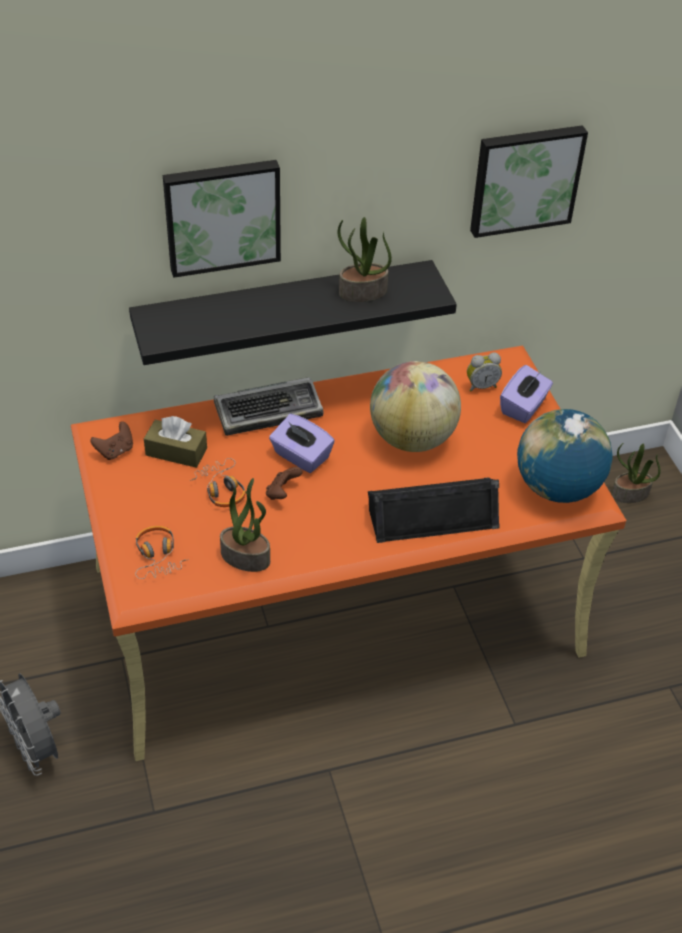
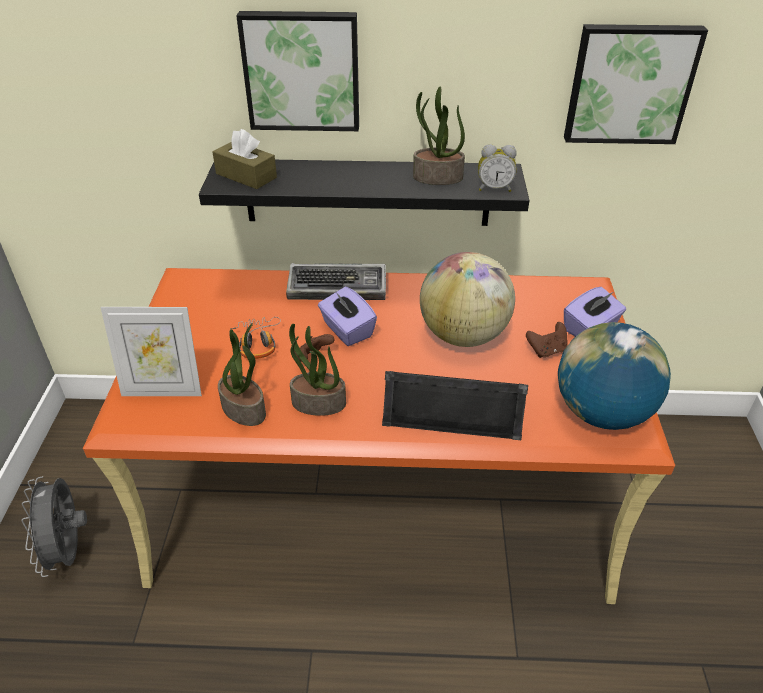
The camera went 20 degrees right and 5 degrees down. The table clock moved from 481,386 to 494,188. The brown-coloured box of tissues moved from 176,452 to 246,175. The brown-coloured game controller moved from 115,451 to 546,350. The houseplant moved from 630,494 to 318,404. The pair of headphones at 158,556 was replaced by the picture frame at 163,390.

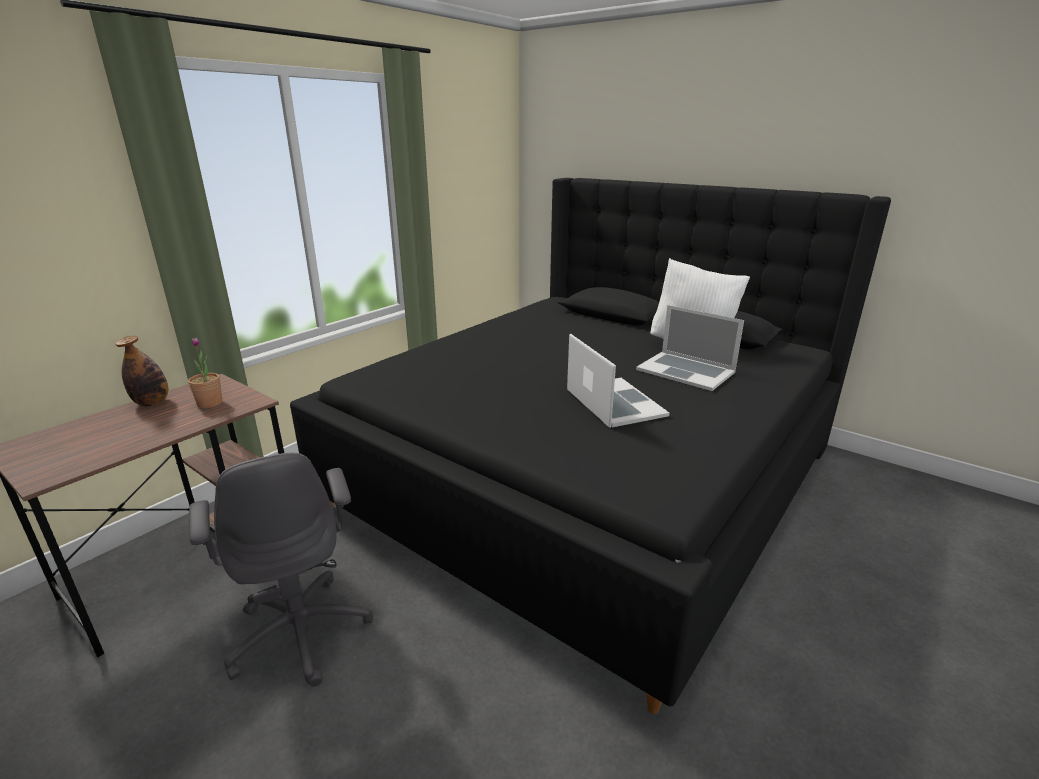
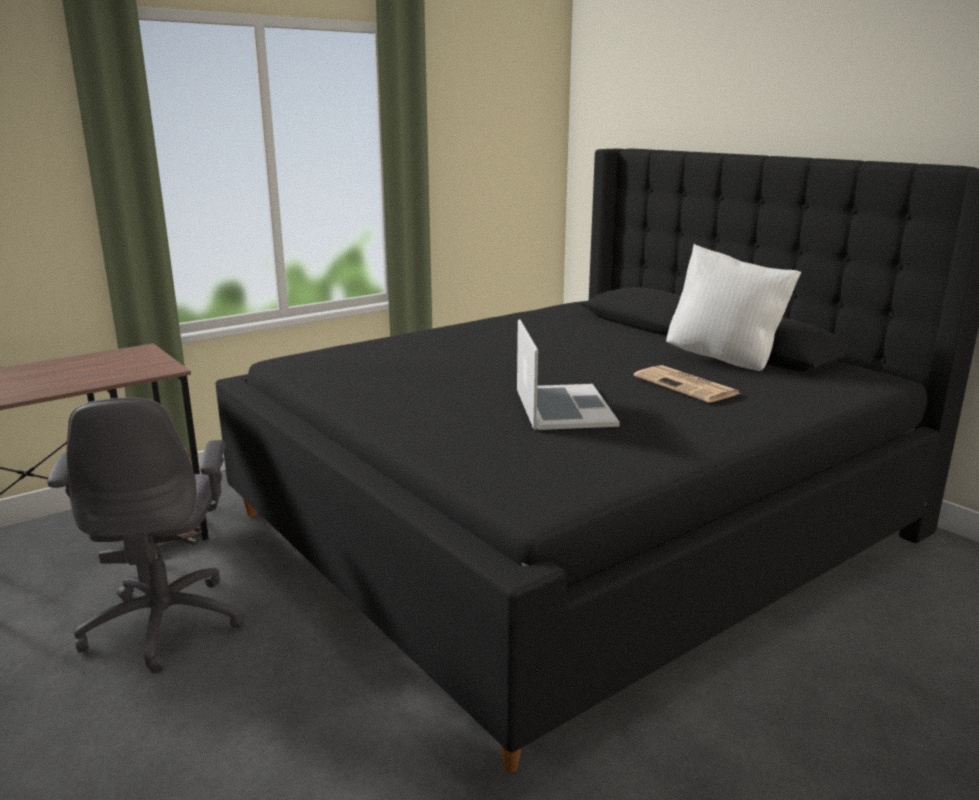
The camera went 15 degrees right and 5 degrees down. The portable computer at 686,371 was replaced by the newspaper at 687,385. The beverage bottle at 152,403 disappeared. The houseplant at 210,403 disappeared.

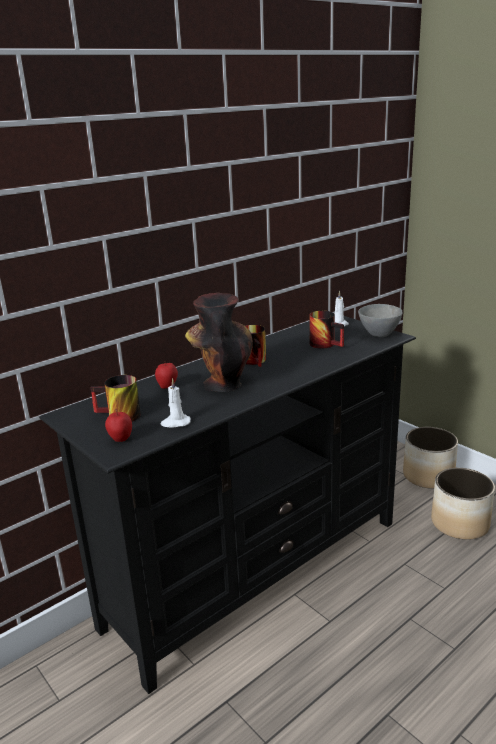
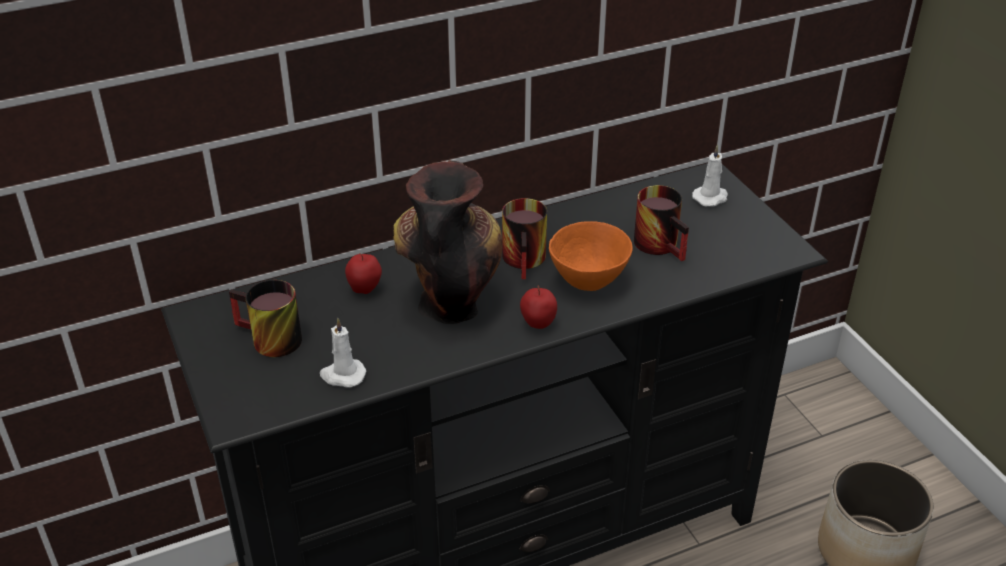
The camera went 15 degrees right and 15 degrees up. The greyish bowl at 378,334 disappeared. The apple fruit moved from 121,440 to 538,325. The flower pot at 428,476 disappeared. The orangey bowl at 588,282 appeared.

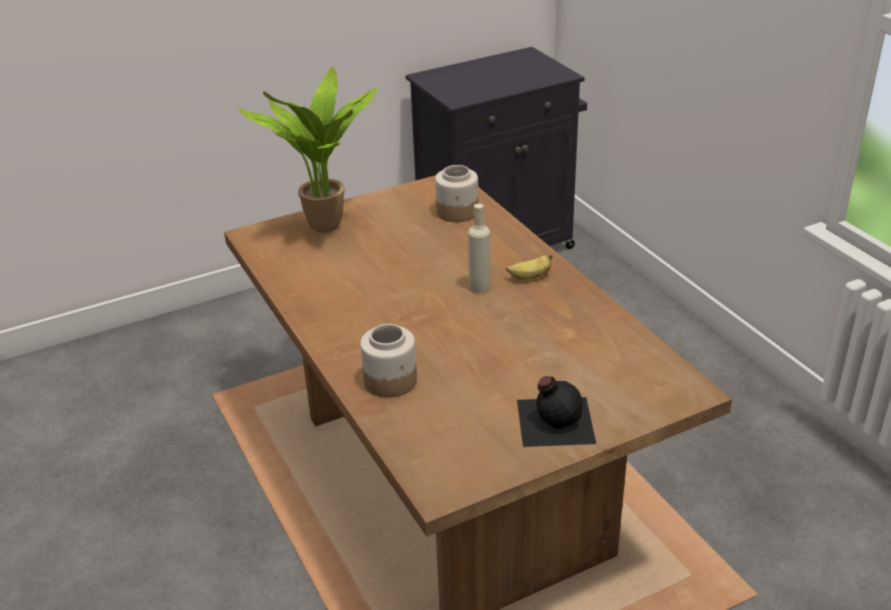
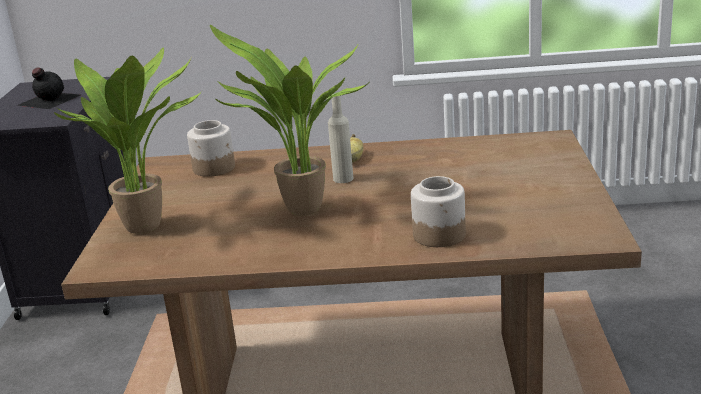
The camera went 60 degrees left and 10 degrees down. The black beverage bottle moved from 554,420 to 48,100. The houseplant at 300,212 appeared.

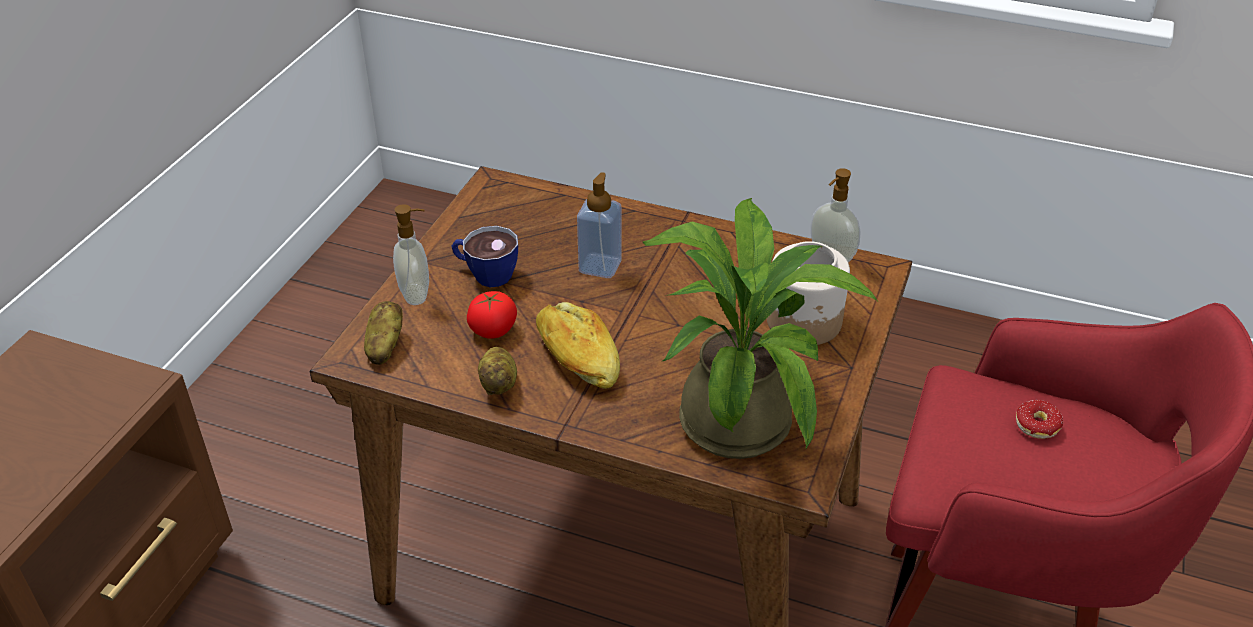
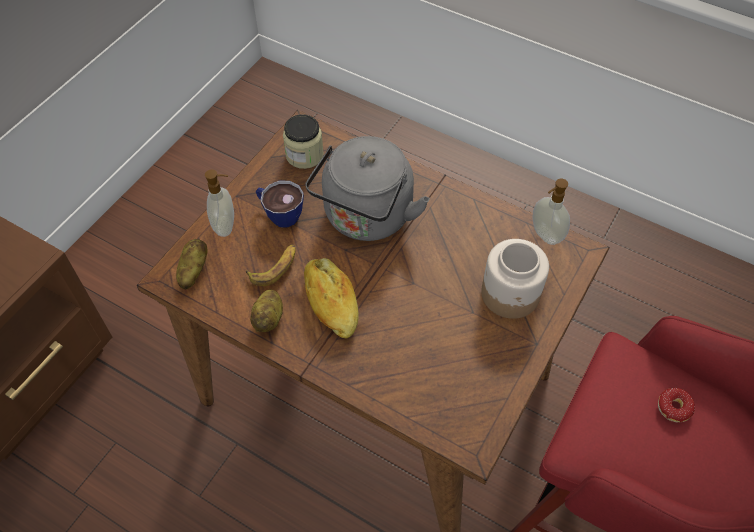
The camera went 10 degrees right and 15 degrees up. The soap bottle at 600,266 was replaced by the greyish kettle at 366,218. The houseplant at 739,413 disappeared. The fresh tomato at 493,330 was replaced by the banana fruit at 275,267. The storage jar at 304,155 appeared.

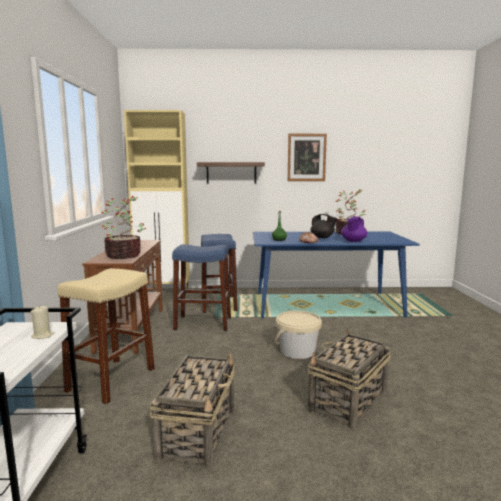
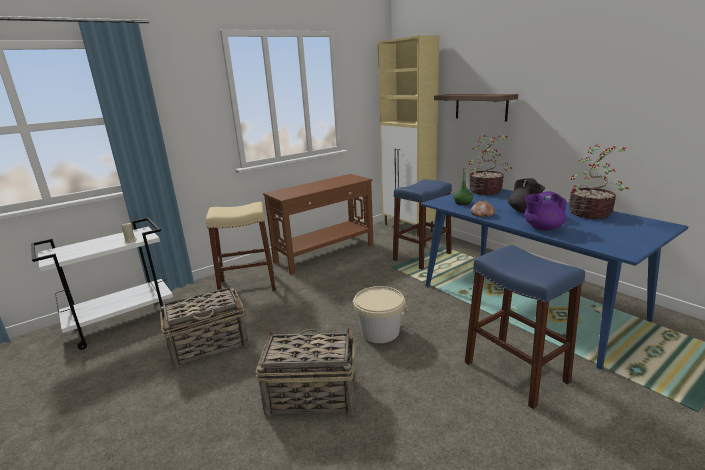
The camera went 55 degrees right and 10 degrees up. The wall picture at 306,157 disappeared. The houseplant moved from 124,255 to 486,191. The bluish stool seat moved from 203,323 to 515,371.

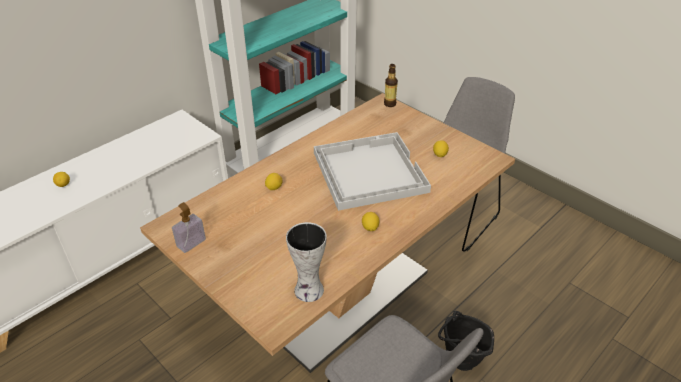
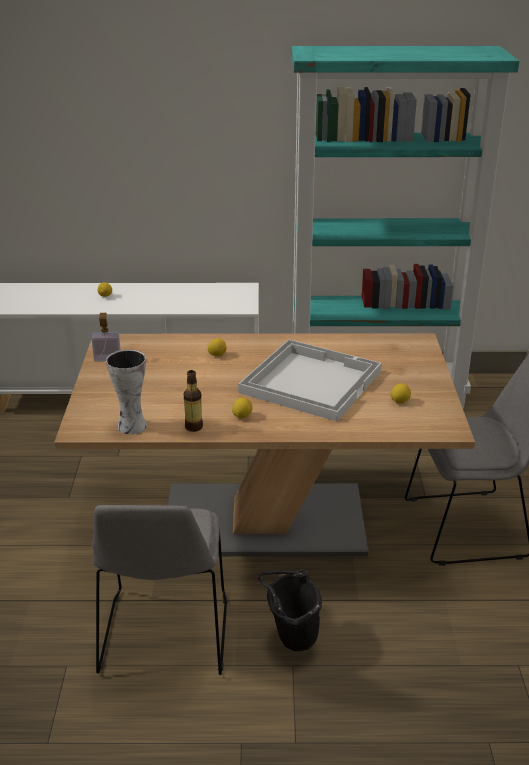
The camera went 45 degrees right and 10 degrees down. The beverage bottle moved from 389,104 to 193,427.

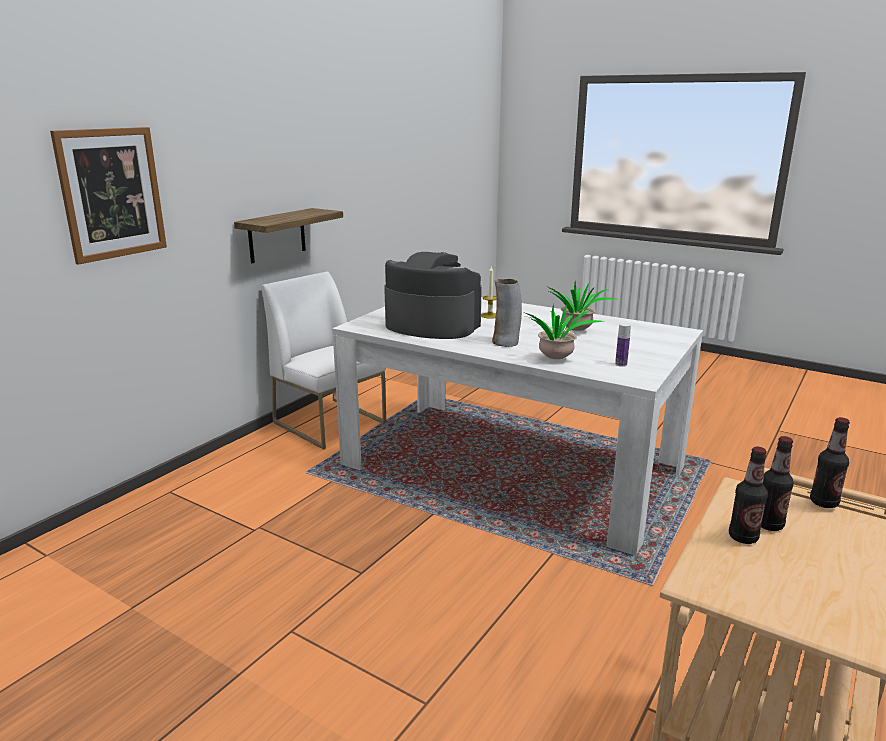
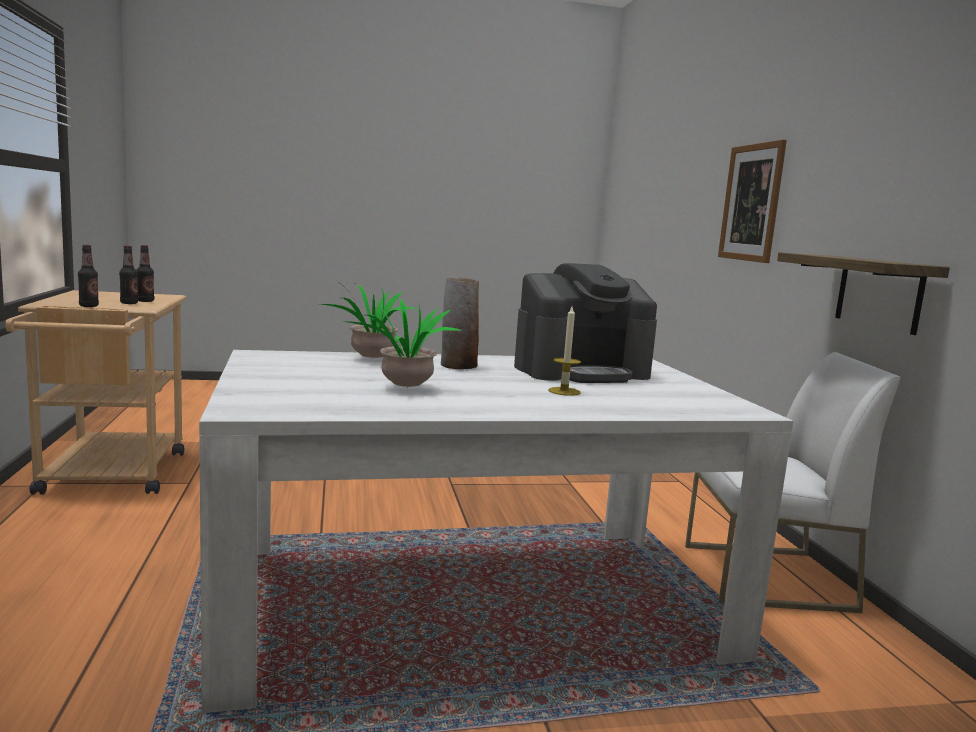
The camera went 135 degrees right and 10 degrees down. The beverage bottle at 621,364 disappeared.

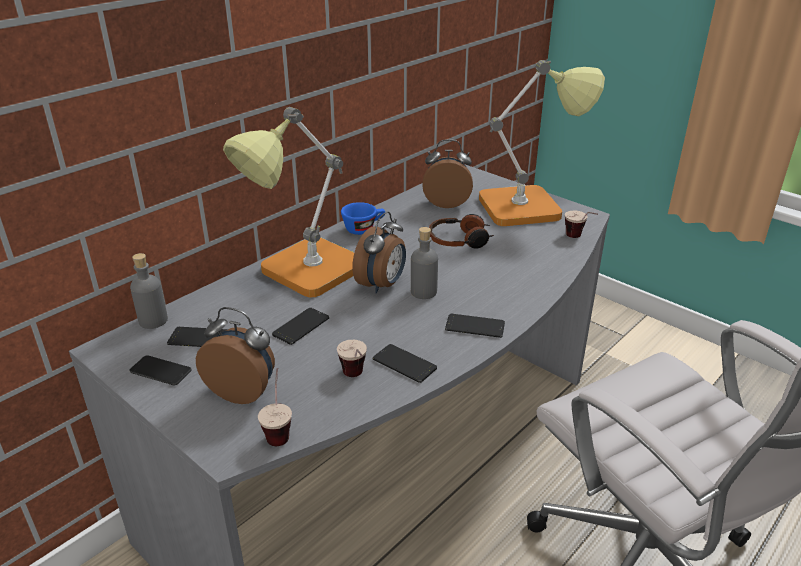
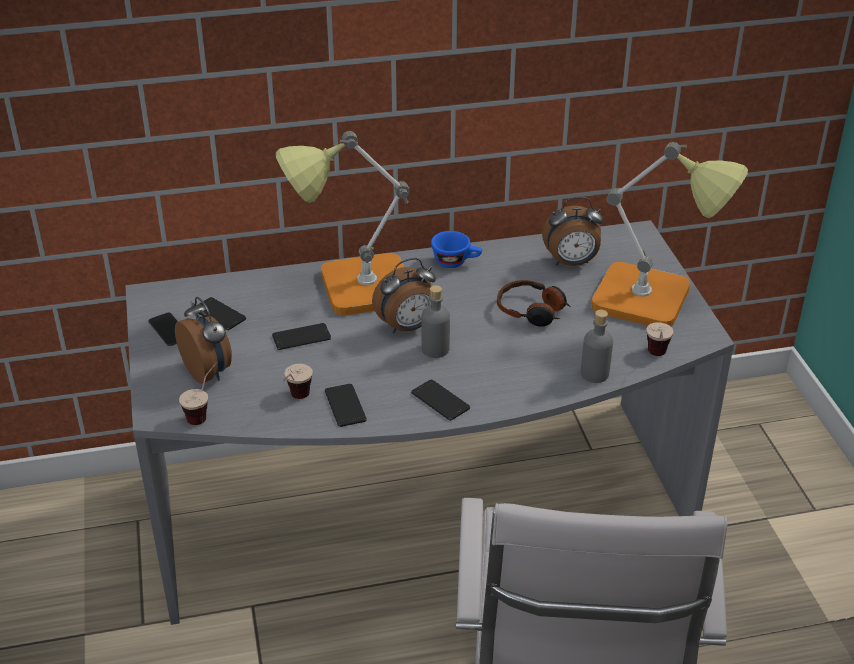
The camera went 35 degrees right and 5 degrees up. The table clock at 446,202 turned 135 degrees clockwise. The greyish beverage bottle moved from 153,320 to 594,374.

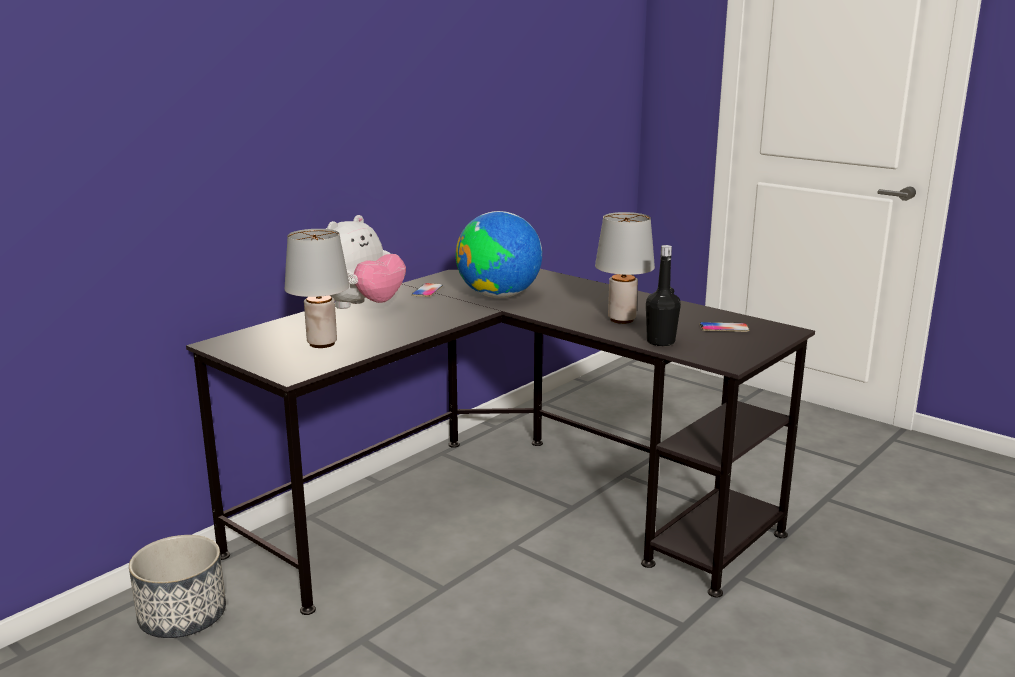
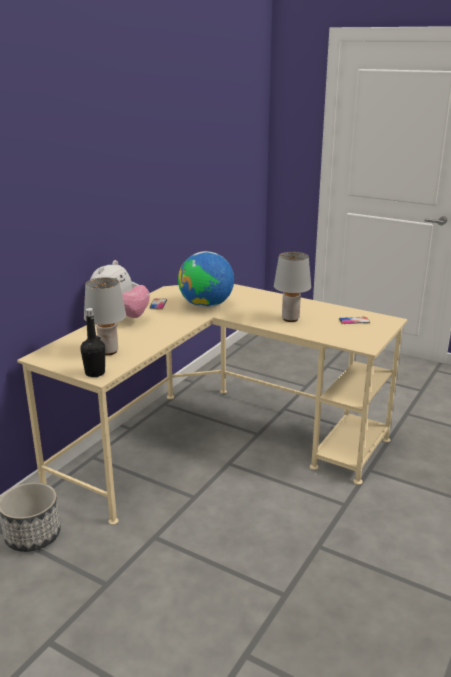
The camera went 10 degrees left and 5 degrees up. The black beverage bottle moved from 660,342 to 95,373. The black desk at 503,512 became the sand-coloured desk at 216,441.

